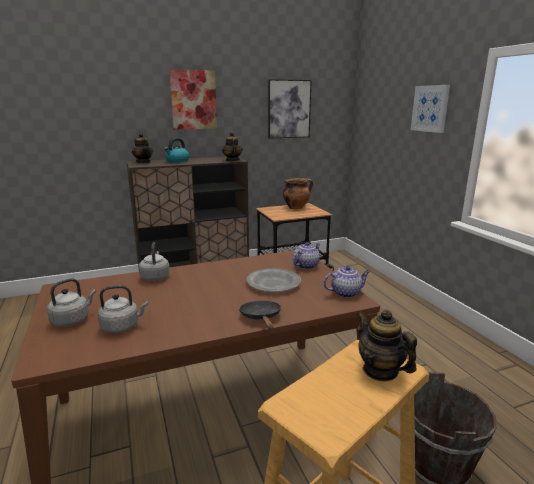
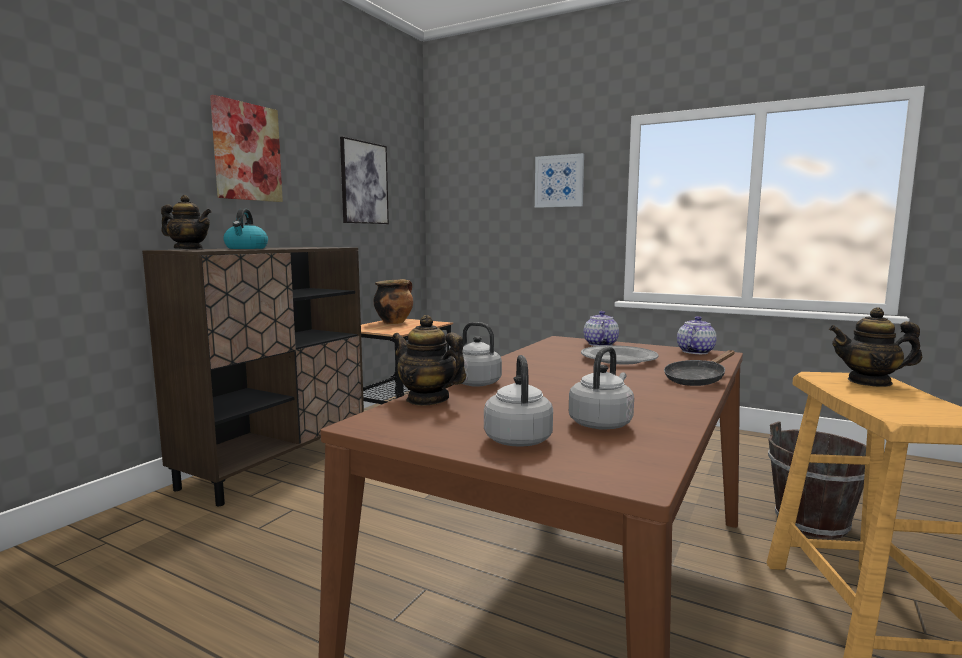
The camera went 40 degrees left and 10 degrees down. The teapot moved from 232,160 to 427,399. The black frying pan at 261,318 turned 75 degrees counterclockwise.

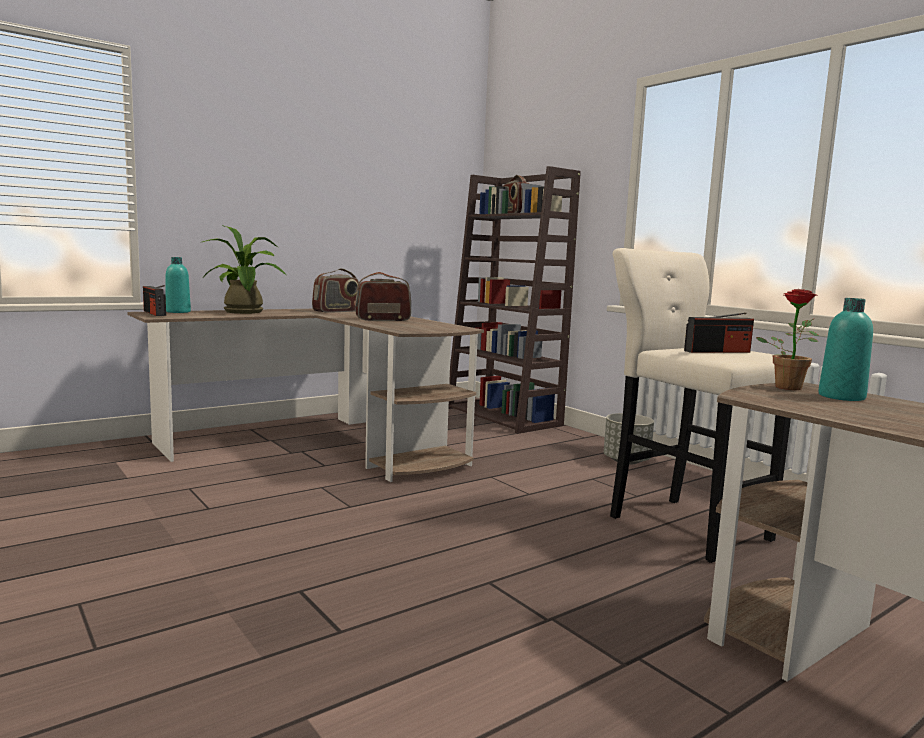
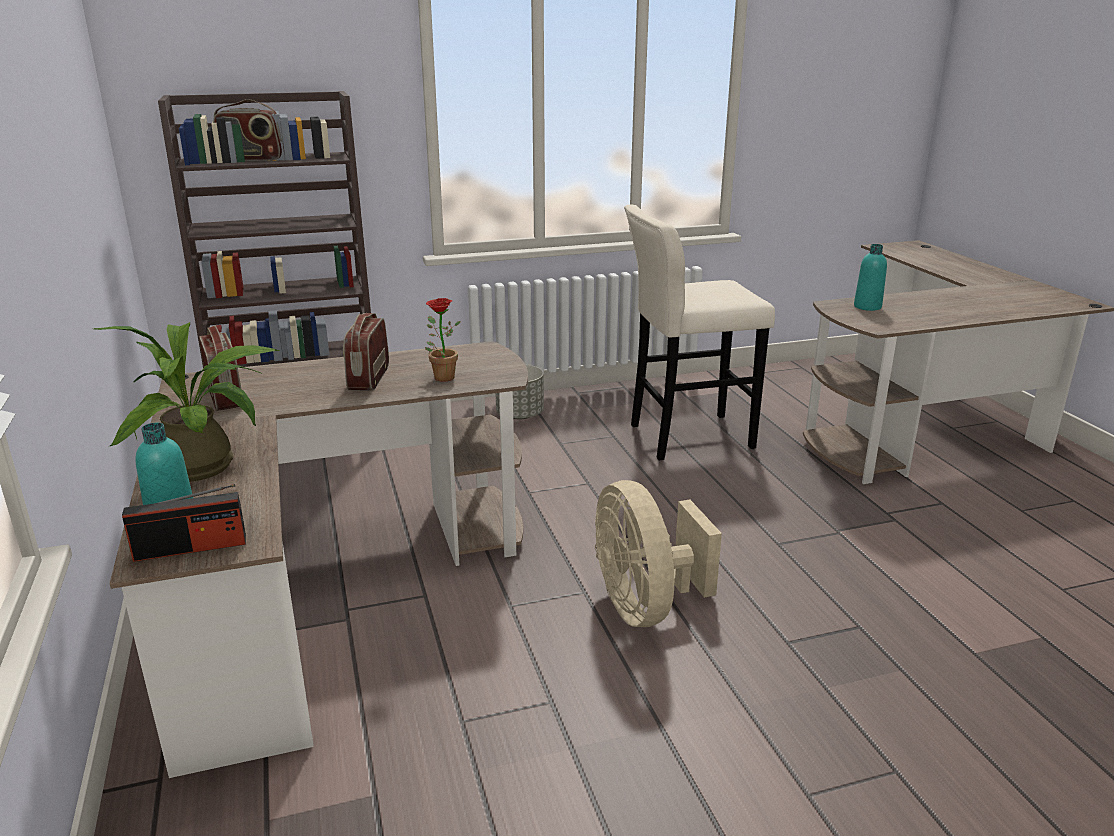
The camera went 70 degrees left and 15 degrees up. The houseplant moved from 788,386 to 441,376. The radio set at 717,351 disappeared. The sand-coloured electric fan at 645,606 appeared.

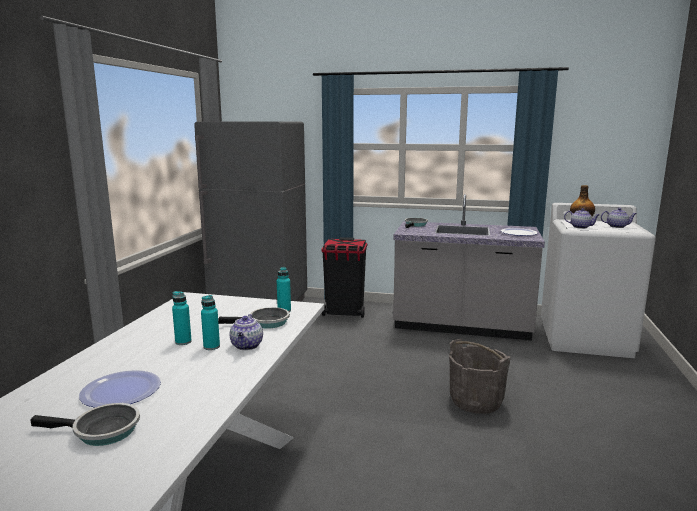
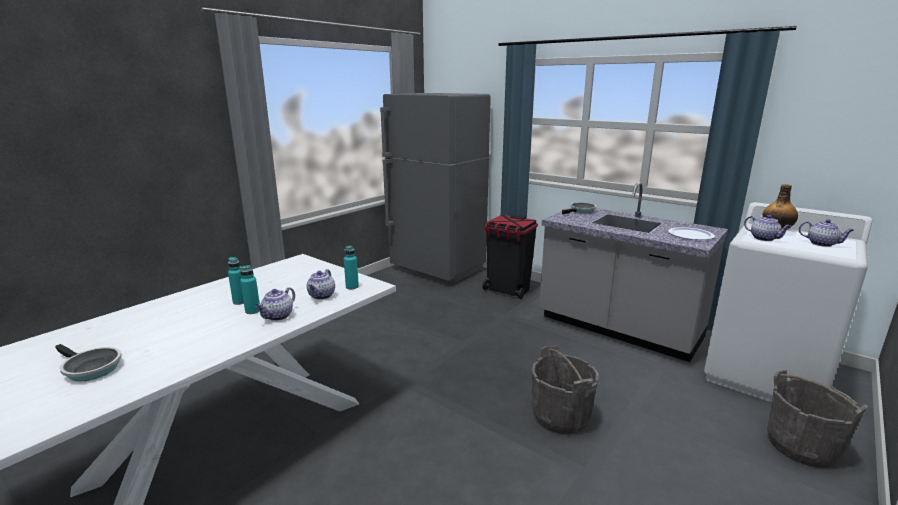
The camera went 25 degrees right and 5 degrees up. The frying pan at 265,323 was replaced by the teapot at 321,296. The flat dish at 121,391 disappeared. The greyish bucket at 802,446 appeared.

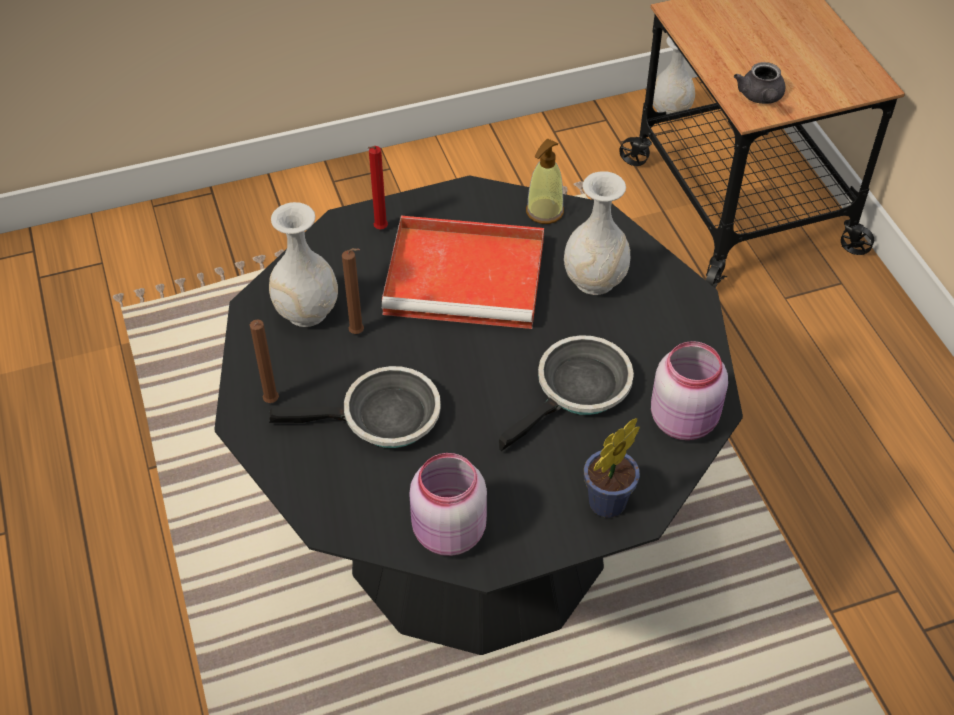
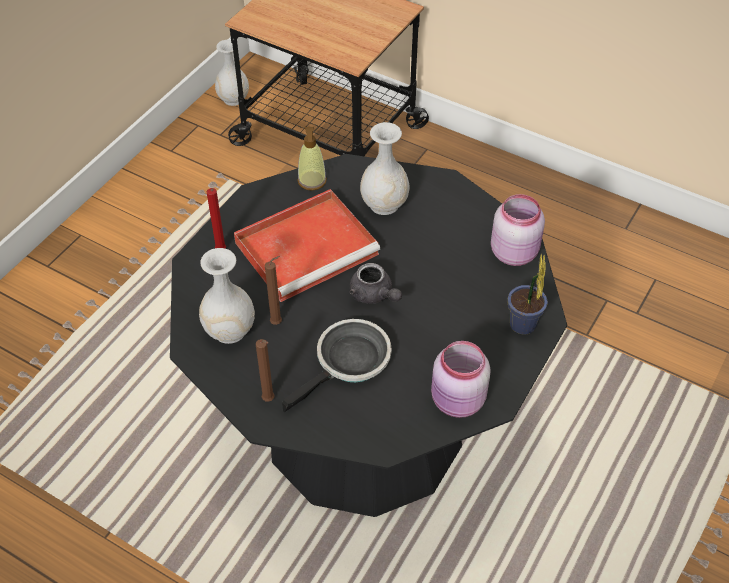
The camera went 40 degrees left and 0 degrees up. The greyish teapot moved from 760,98 to 374,295. The frying pan at 578,391 disappeared.

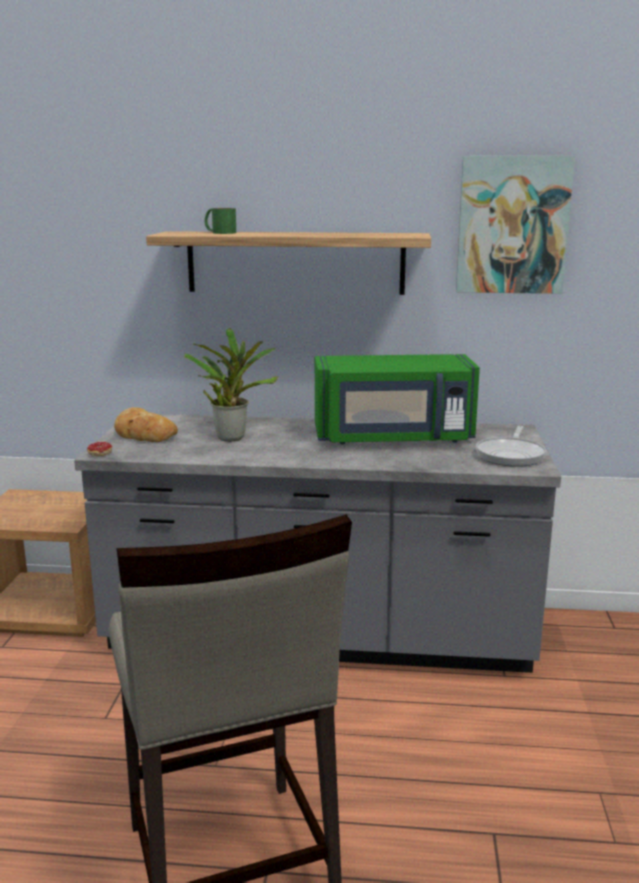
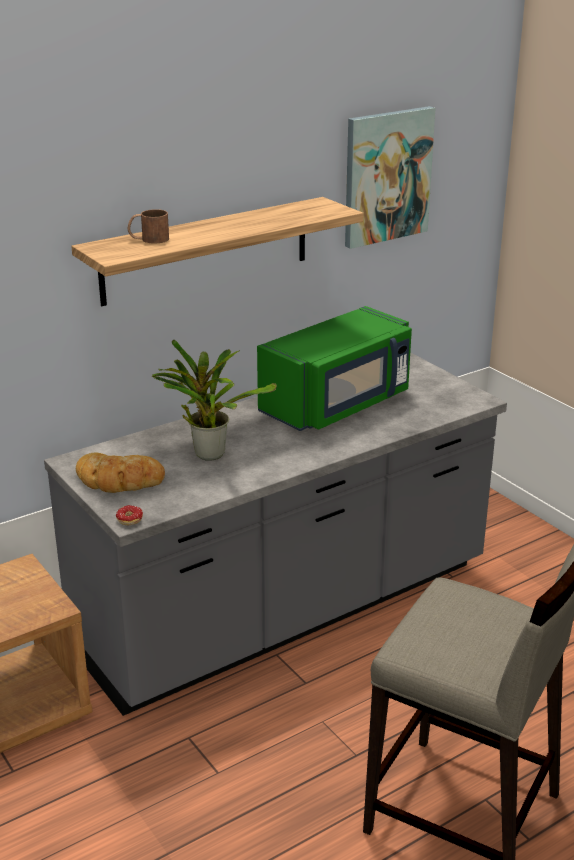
The camera went 40 degrees left and 10 degrees up. The greenish coffee mug at 219,232 became the brown-coloured coffee mug at 148,239. The frying pan at 511,455 disappeared.

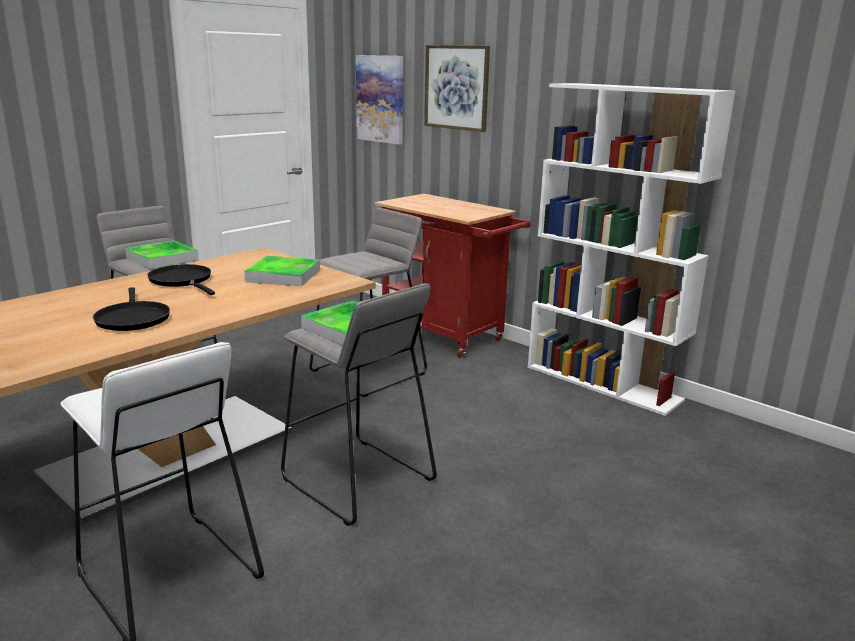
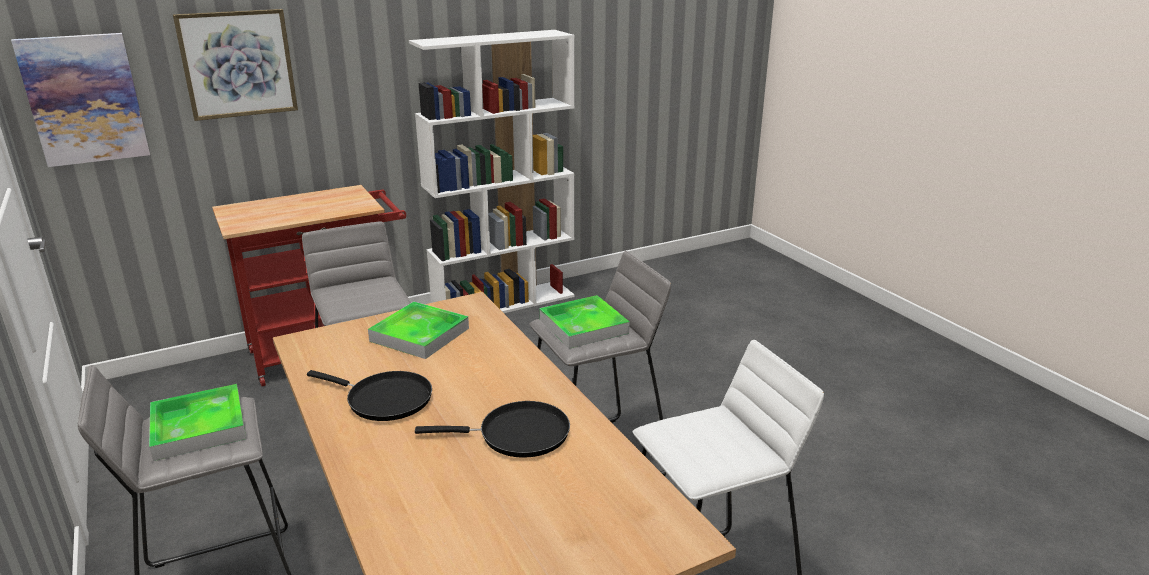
The camera went 70 degrees left and 5 degrees up. The black frying pan at 182,281 turned 135 degrees counterclockwise.

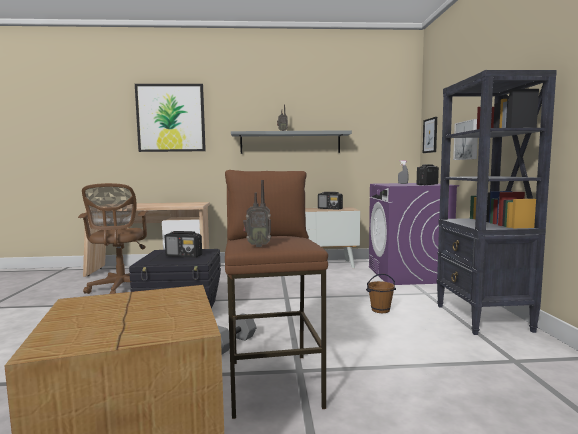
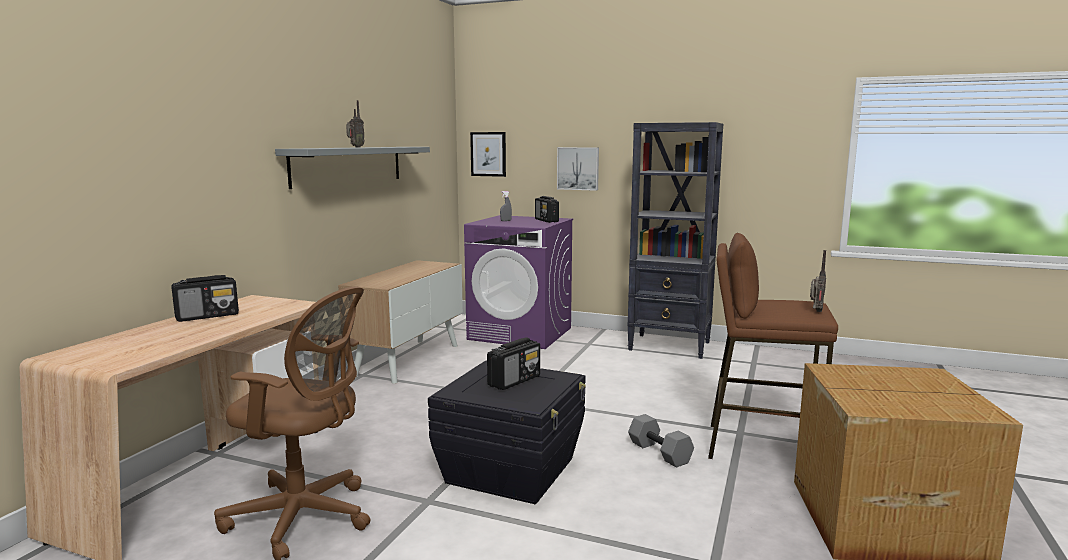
The camera went 65 degrees left and 5 degrees up. The wall picture at 171,118 disappeared. The radio set moved from 330,208 to 208,316. The brown-coloured bucket at 380,310 disappeared.

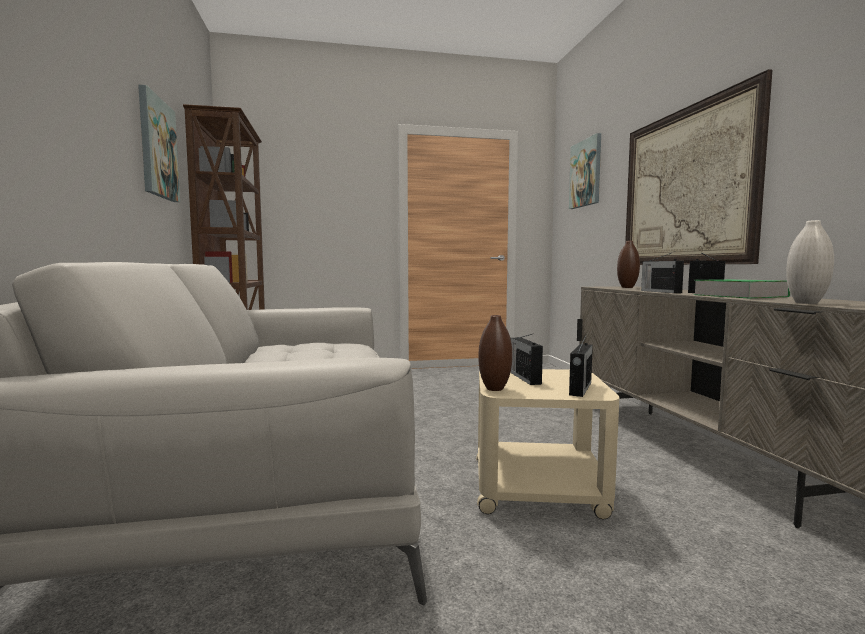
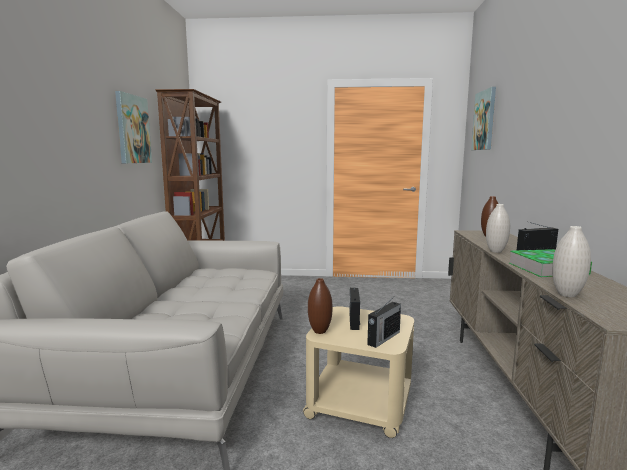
The camera went 15 degrees right and 5 degrees up. The wall picture at 685,187 disappeared. The radio set at 660,291 was replaced by the white-coloured decorative vase at 495,251.

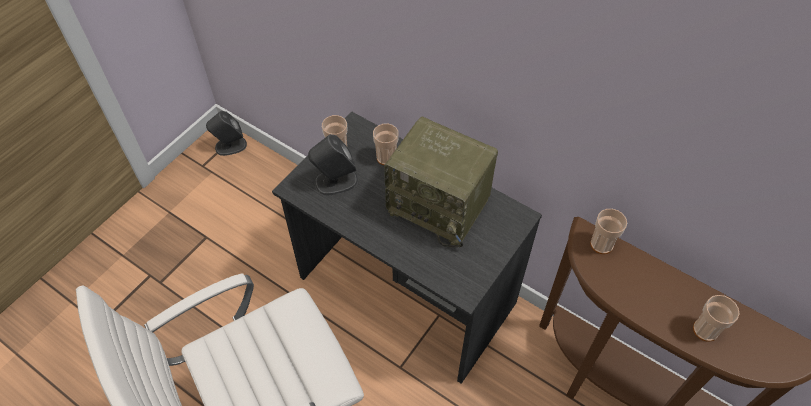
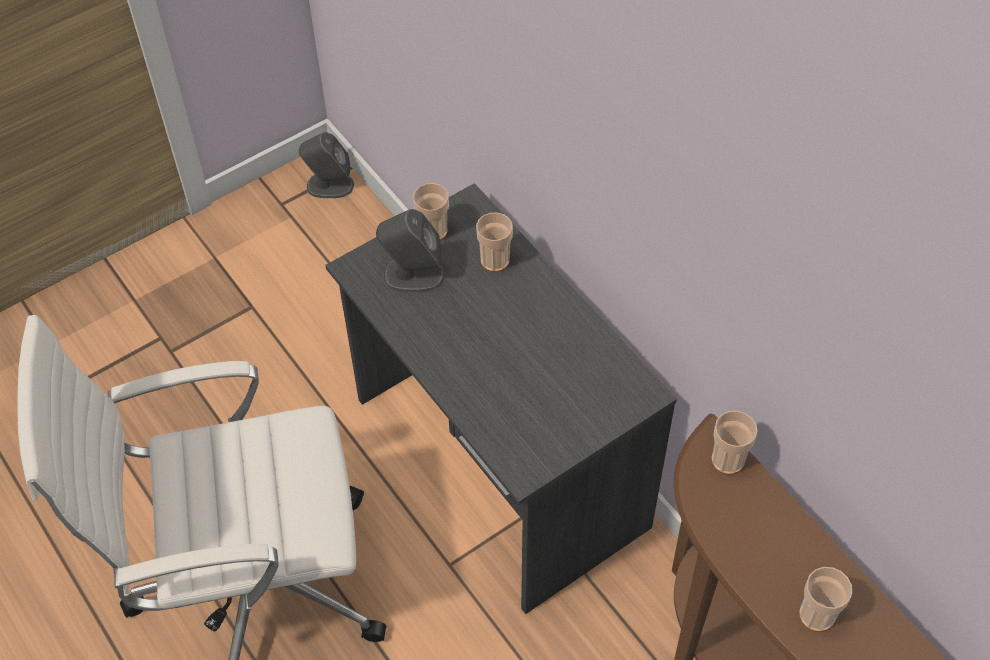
The camera went 20 degrees right and 0 degrees up. The radio set at 440,205 disappeared.

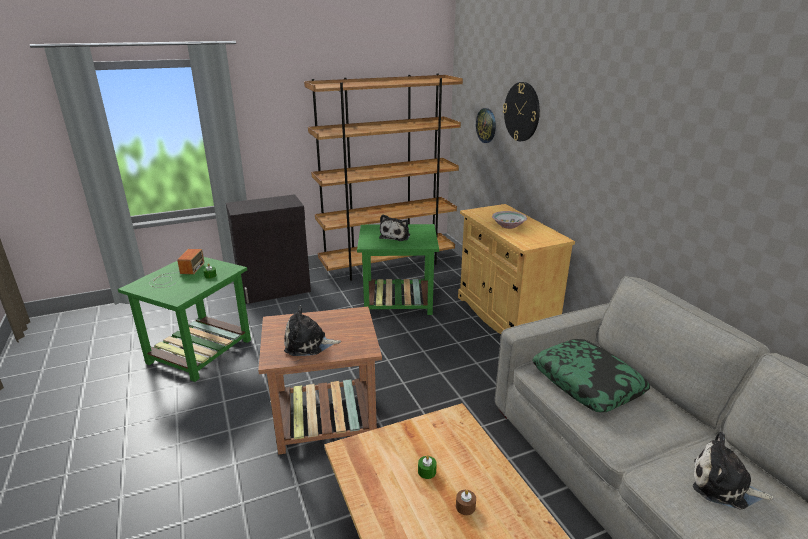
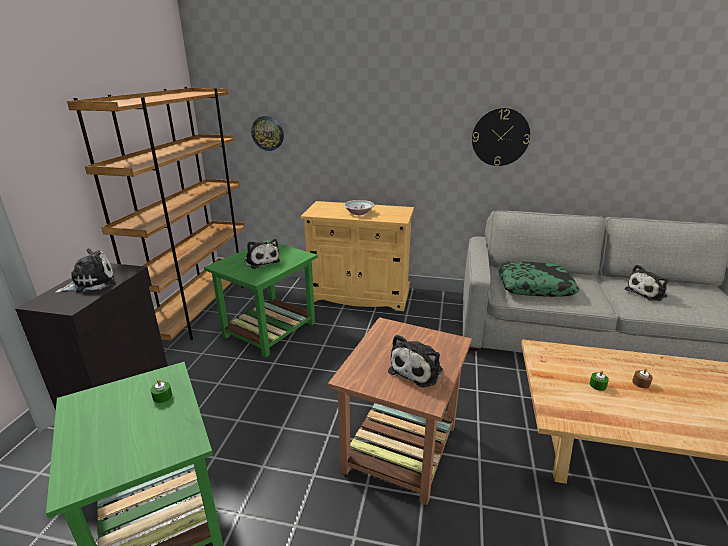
The camera went 55 degrees left and 0 degrees up. The clock on the wall moved from 522,112 to 500,137. The radio set at 176,275 disappeared. The plush toy at 91,282 appeared.

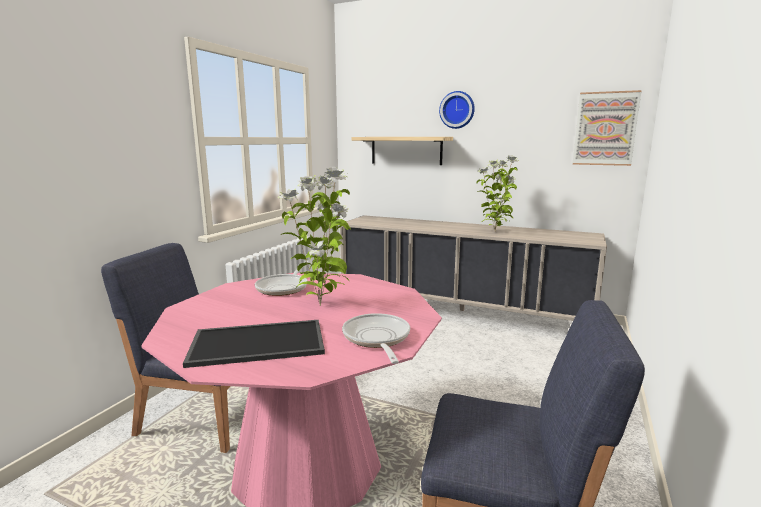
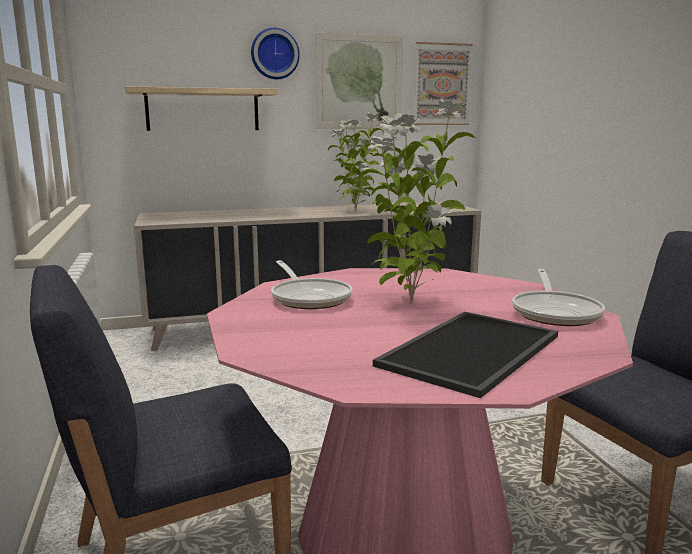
The camera went 40 degrees left and 0 degrees up. The frying pan at 377,339 turned 120 degrees counterclockwise. The wall picture at 359,82 appeared.

